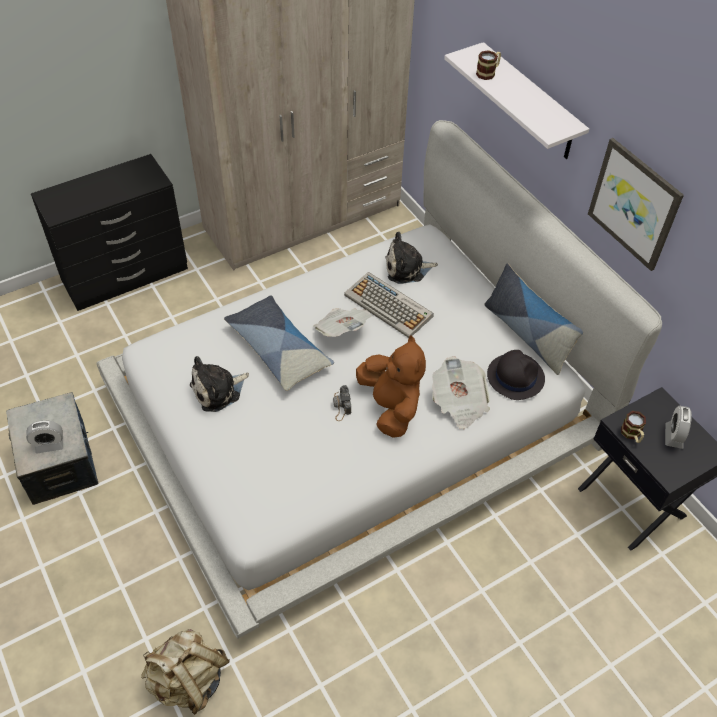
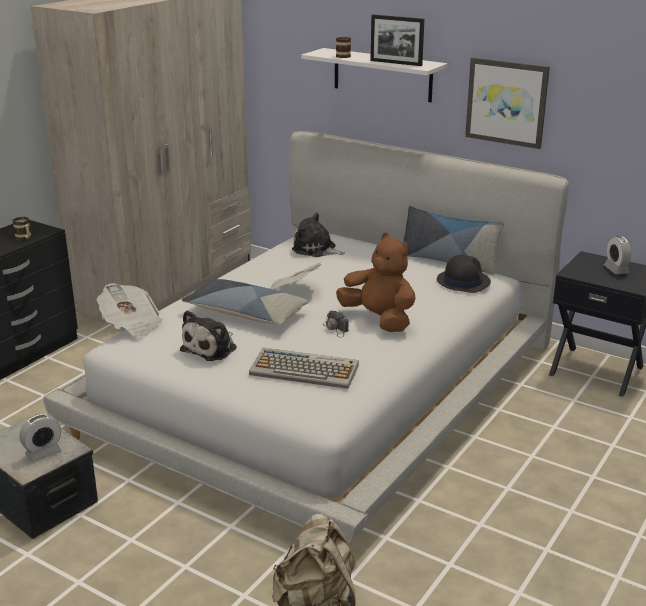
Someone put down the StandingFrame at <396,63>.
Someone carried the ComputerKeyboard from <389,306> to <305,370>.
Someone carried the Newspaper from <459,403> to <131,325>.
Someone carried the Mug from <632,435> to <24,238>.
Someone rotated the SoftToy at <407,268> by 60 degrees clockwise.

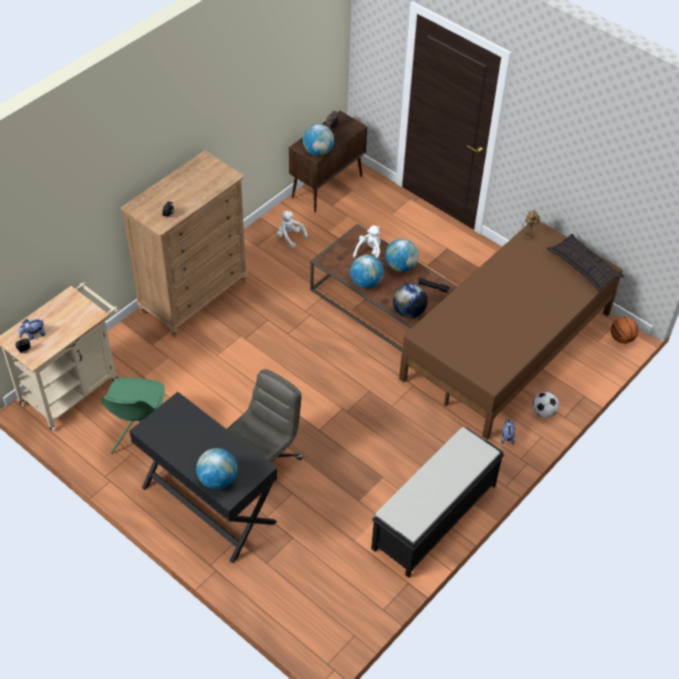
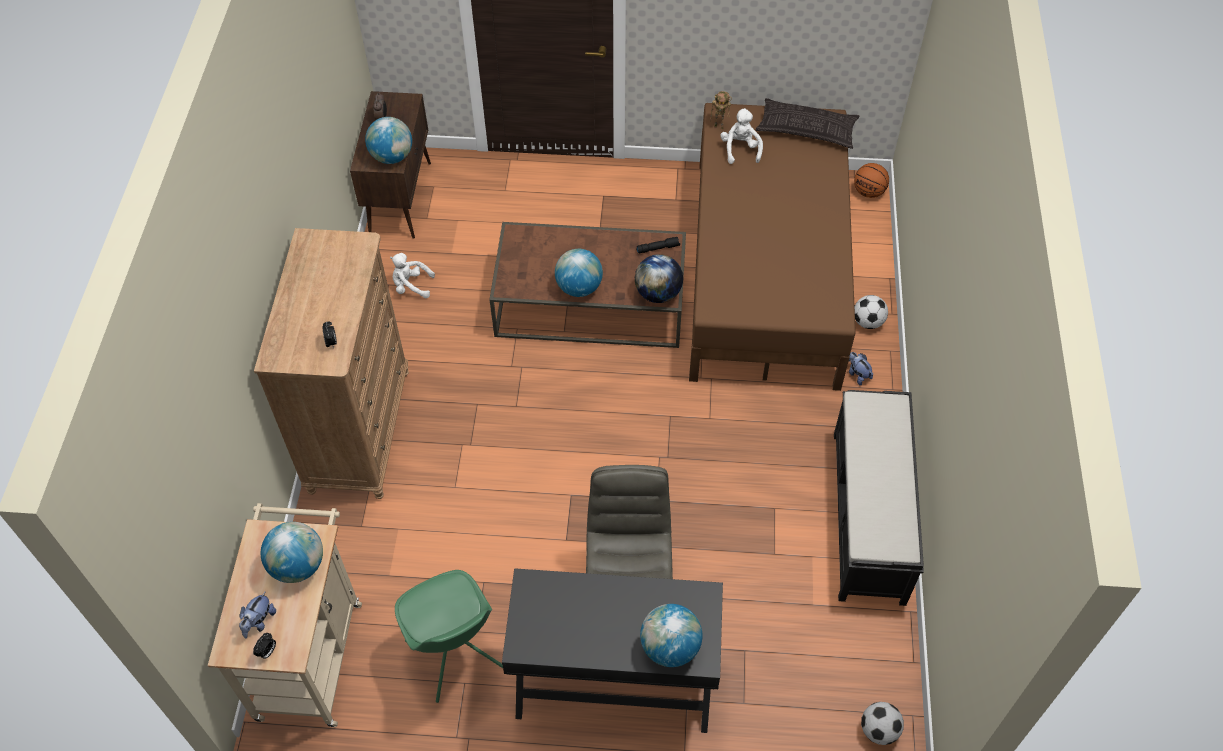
Someone put down the FootballBall at <878,730>.
Someone carried the WhitishSoftToy from <369,253> to <740,149>.
Someone carried the DeskGlobe from <400,267> to <298,565>.

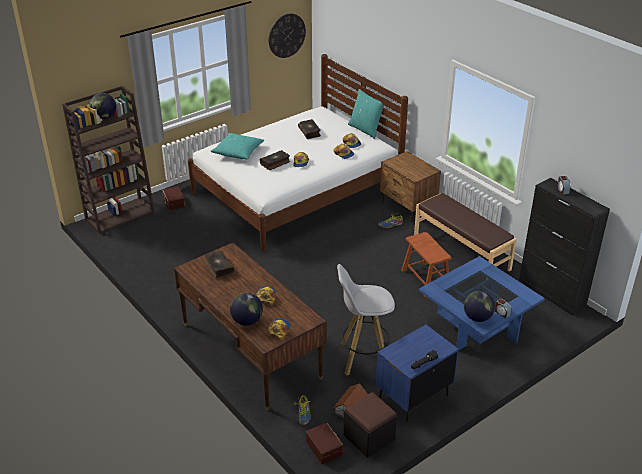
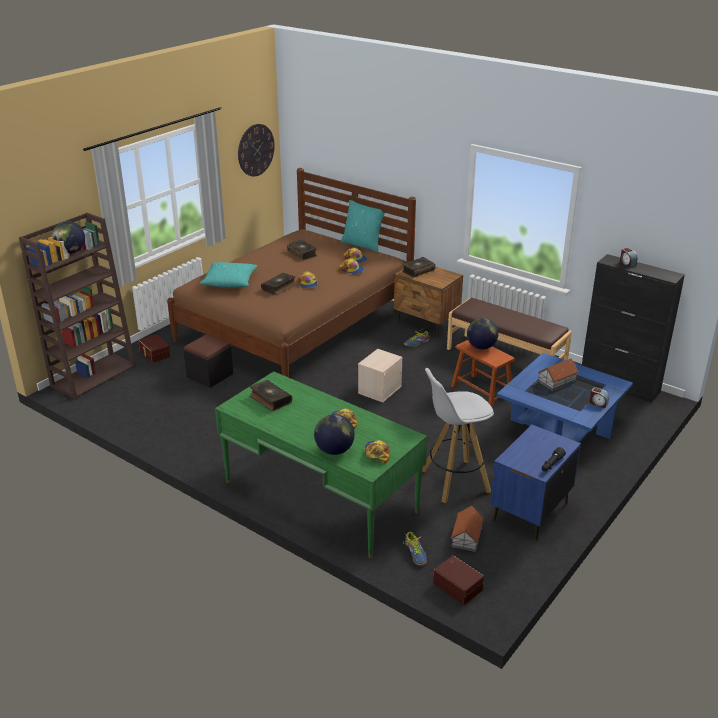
Someone put down the BeigeStorageContainer at <379,389>.
Someone put down the Volume at <418,271>.
Someone put down the ModelHouse at <557,381>.
Someone carried the BlackOttoman from <369,437> to <210,375>.
Someone carried the DeskGlobe from <477,317> to <481,347>.
Someone repainted the BrownishDeskUnit at <250,351>, which became the GreenDeskUnit at <320,496>.
Someone repainted the WhitishBed at <296,192>, which became the BrownishBed at <295,325>.

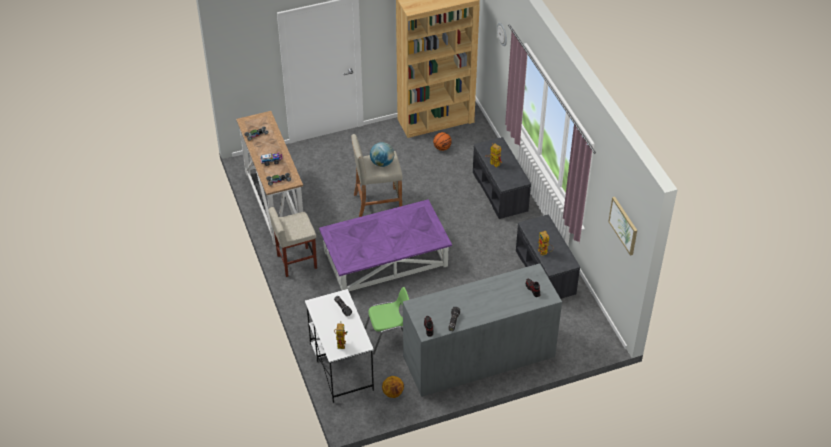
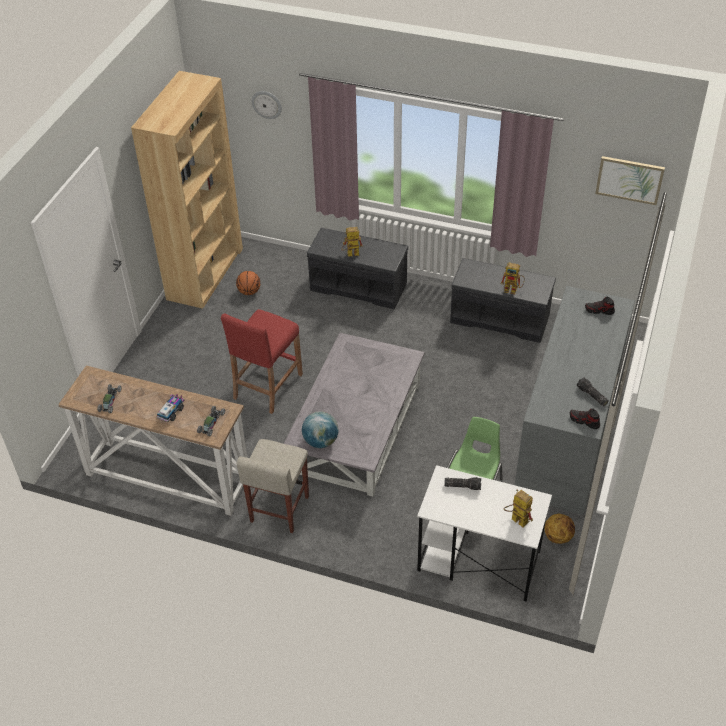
Someone carried the DeskGlobe from <382,163> to <321,441>.
Someone repainted the PurplishLowTable at <386,258>, which became the GrayLowTable at <356,427>.
Someone repainted the BeigeStool at <377,202>, which became the RedColouredStool at <267,386>.

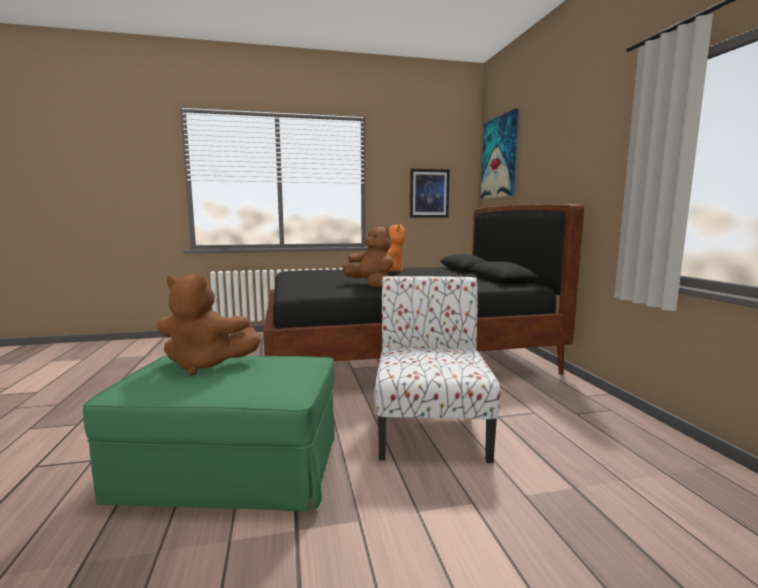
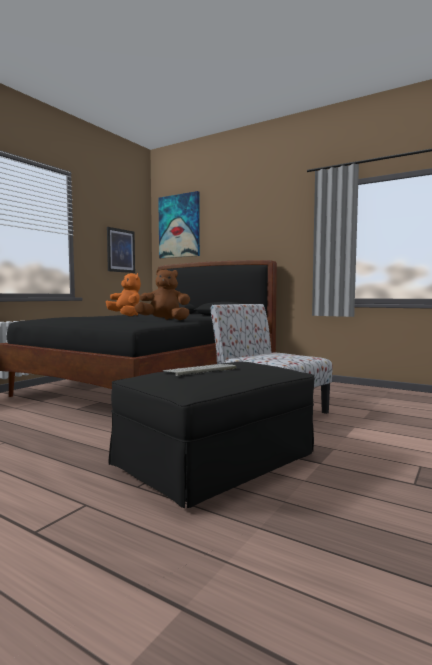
Someone swapped the BrownishSoftToy at <205,365> for the ComputerKeyboard at <199,370>.
Someone repainted the GreenOttoman at <231,469>, which became the BlackOttoman at <217,462>.

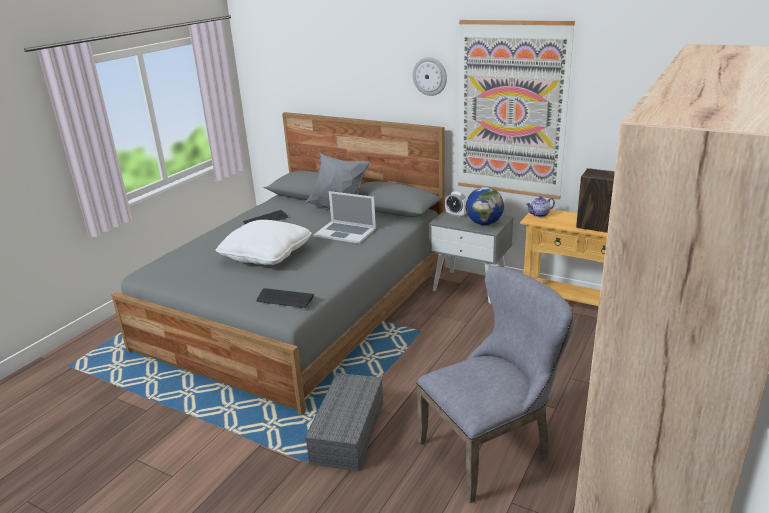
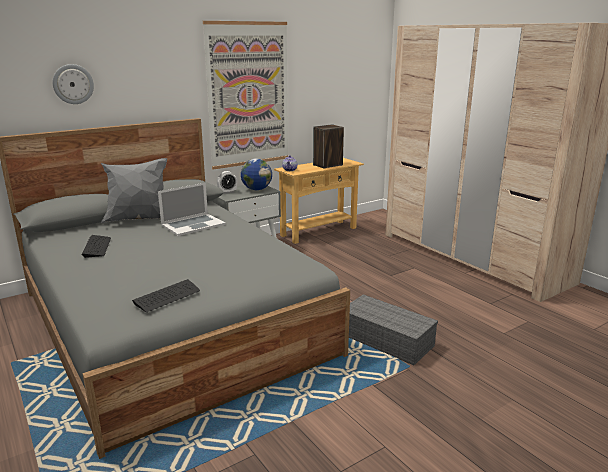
Someone took away the WhitishThrowPillow at <266,255>.
Someone took away the GrayChair at <491,448>.
Someone carried the ComputerKeyboard from <284,299> to <167,297>.
Someone carried the HangingClock from <430,76> to <73,84>.

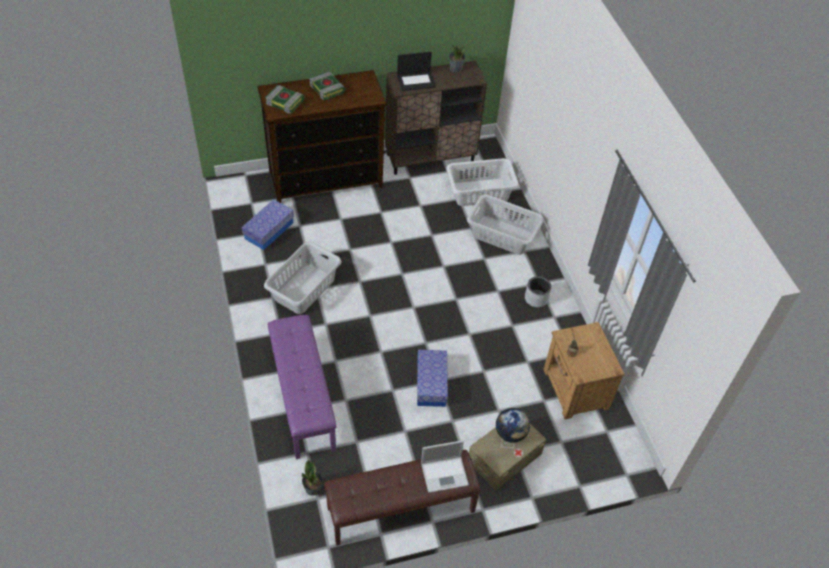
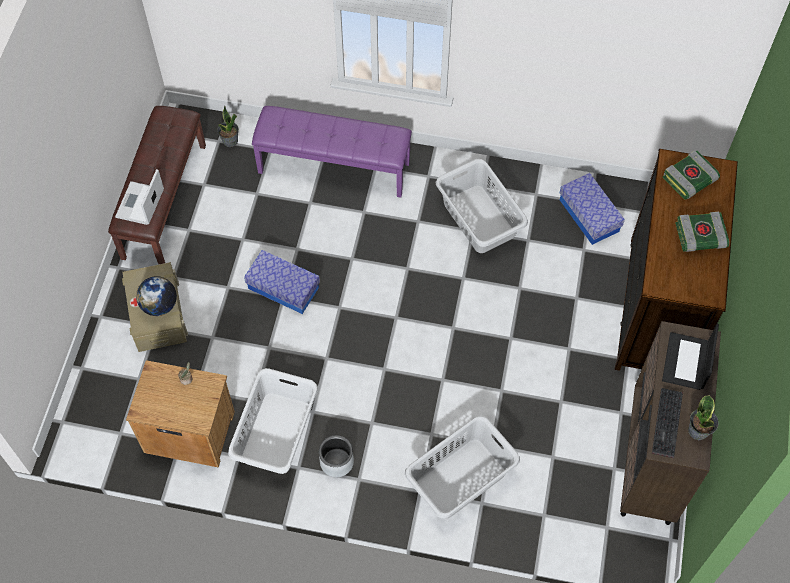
Someone put down the ComputerKeyboard at <668,424>.
Someone carried the WhitishLaundryBasket from <480,193> to <275,433>.

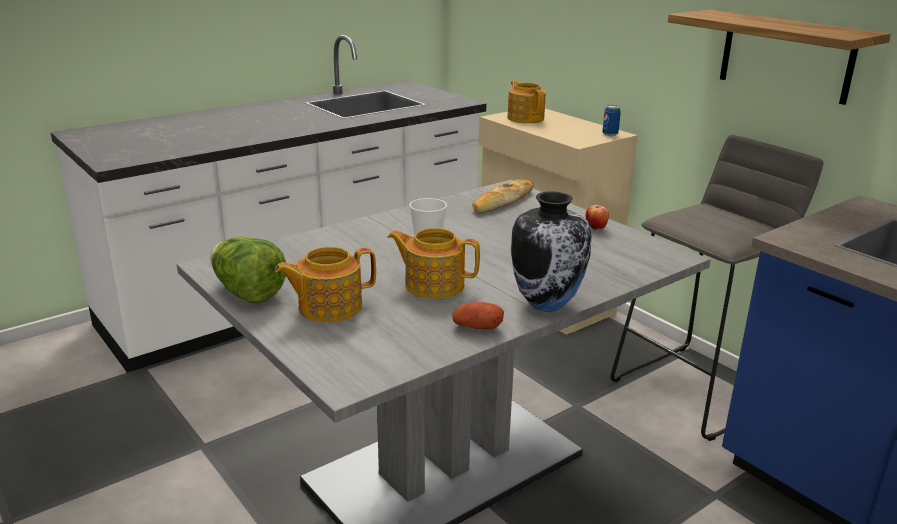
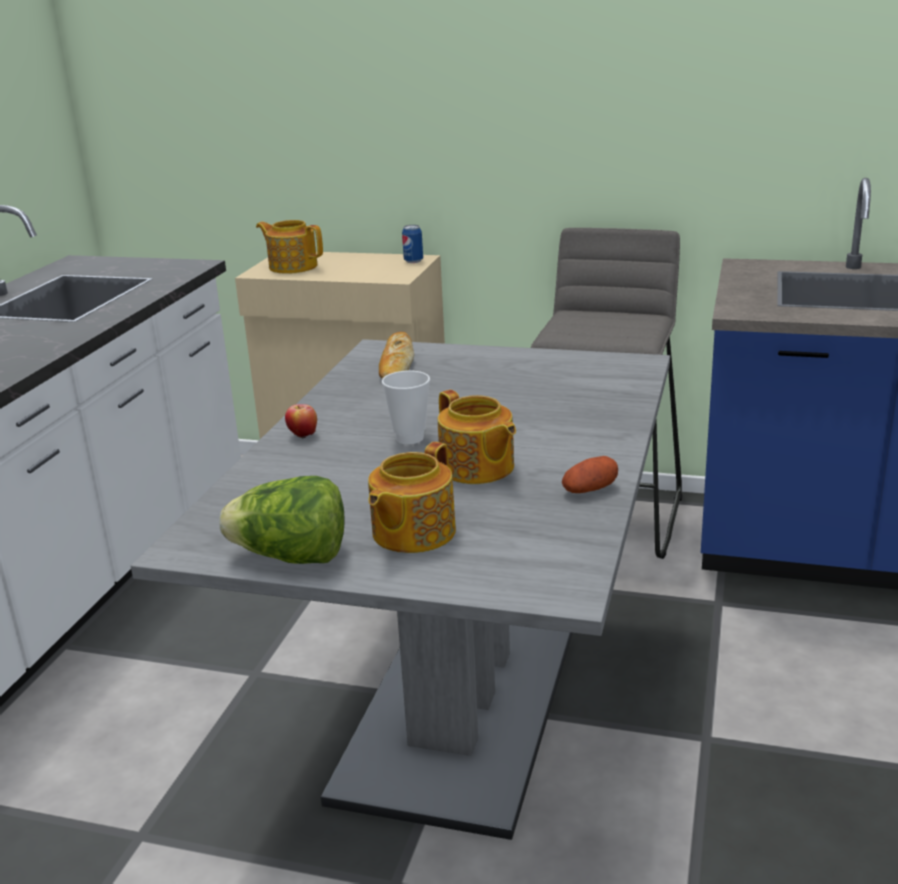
Someone took away the DecorativeVase at <547,304>.
Someone took away the WallShelf at <786,56>.
Someone carried the WholeApple from <595,228> to <303,436>.
Someone rotated the TeaPot at <433,284> by 105 degrees counterclockwise.

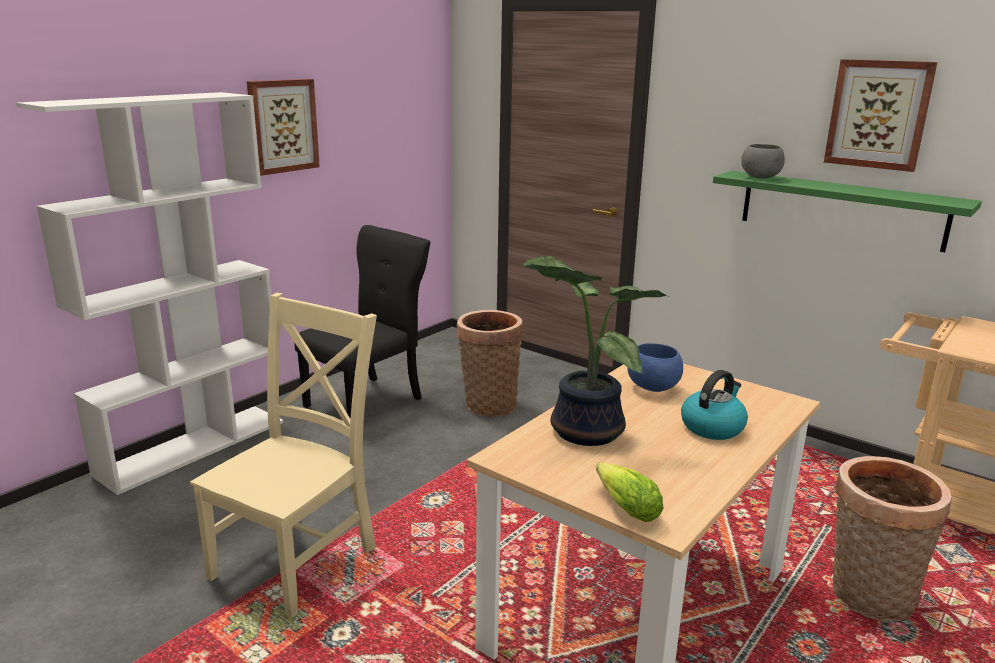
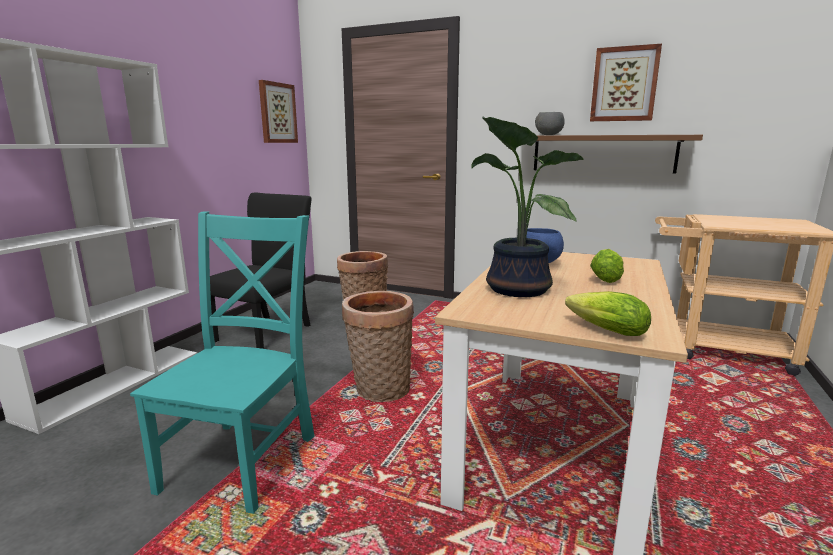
Someone carried the WallPicture from <282,126> to <277,113>.
Someone carried the StorageBasket from <867,597> to <379,390>.
Someone swapped the WaterKettle at <712,427> for the LettuceHead at <607,278>.
Someone repainted the BeigeChair at <299,559>, which became the TurquoiseChair at <244,459>.
Someone repainted the GreenWallShelf at <841,209>, which became the BrownishWallShelf at <603,153>.

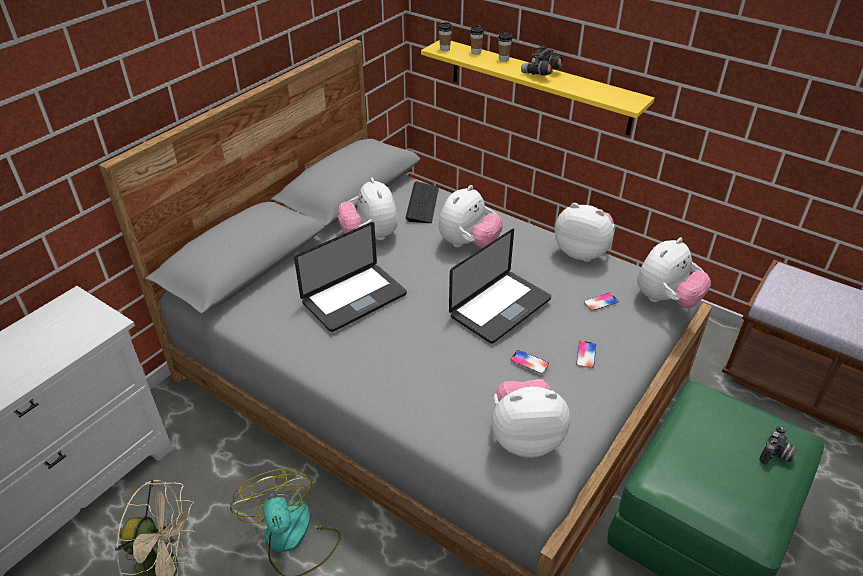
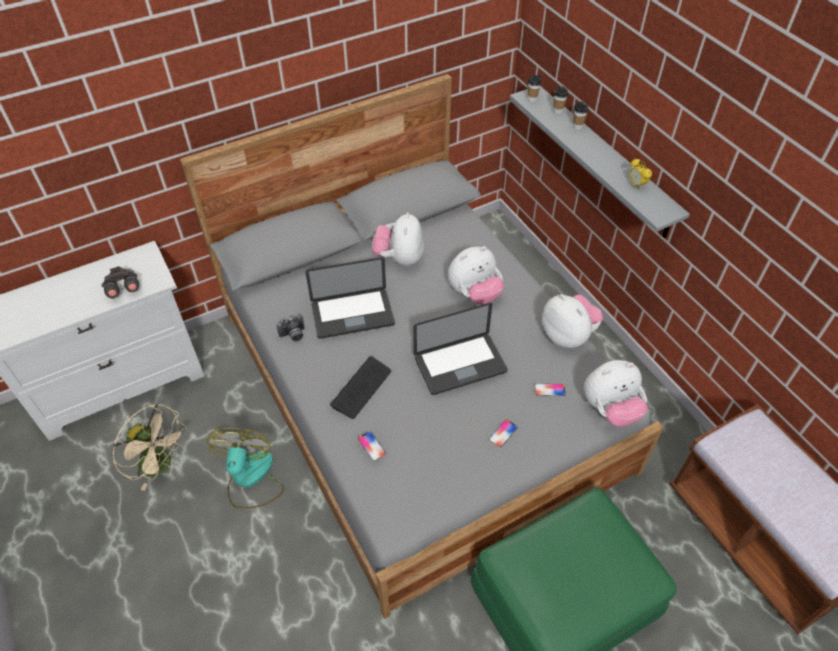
Someone took away the SoftToy at <525,437>.
Someone put down the TableClock at <636,185>.
Someone carried the ComputerKeyboard from <422,204> to <361,388>.
Someone carried the Handset from <529,362> to <371,446>.
Someone carried the GrayPairOfBinoculars from <541,74> to <123,289>.
Someone carried the PhotoCamera from <776,455> to <293,335>.
Someone repainted the YellowWallShelf at <538,86>, which became the GrayWallShelf at <603,161>.

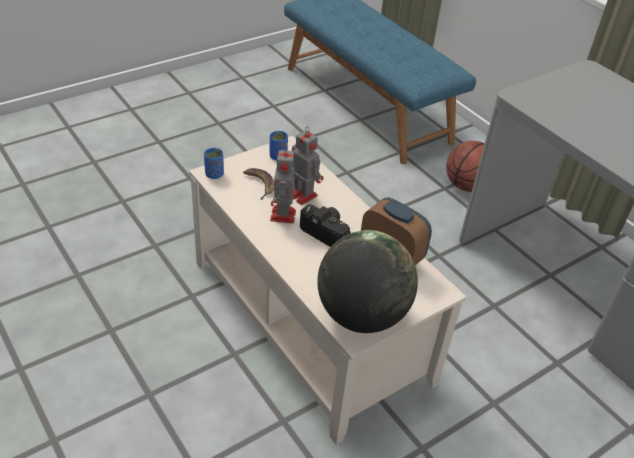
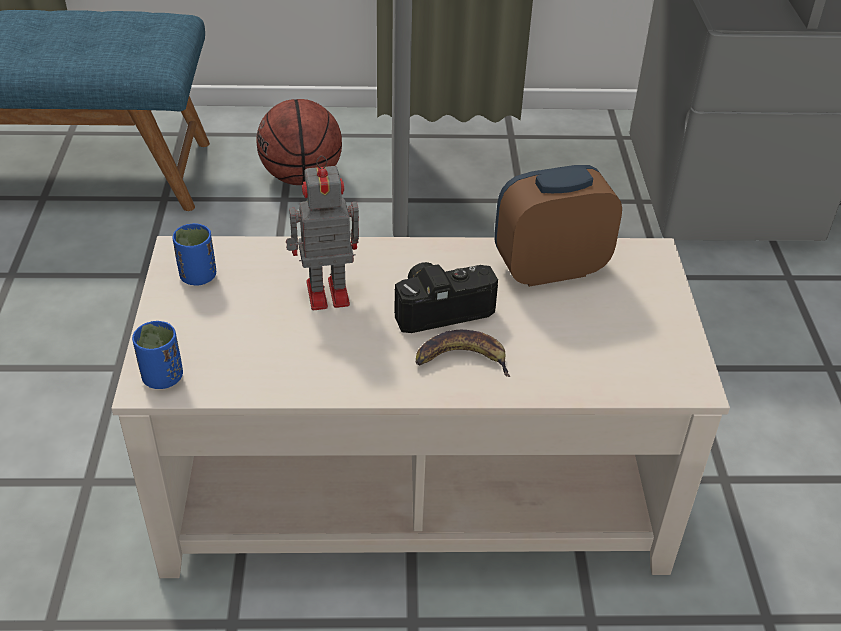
Someone took away the RobotFigure at <283,216>.
Someone took away the DeskGlobe at <362,315>.
Someone carried the Banana from <259,184> to <461,359>.

